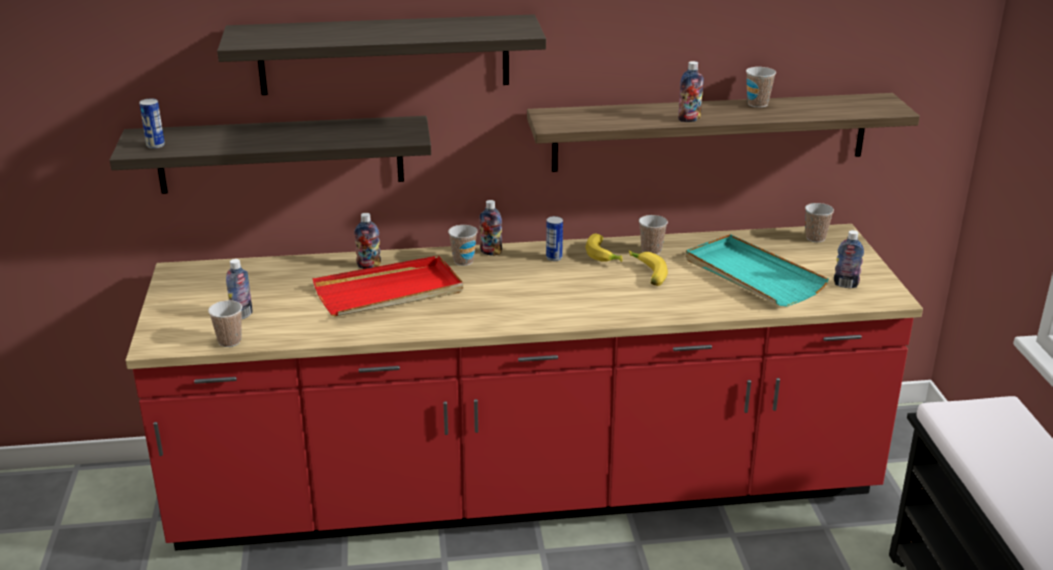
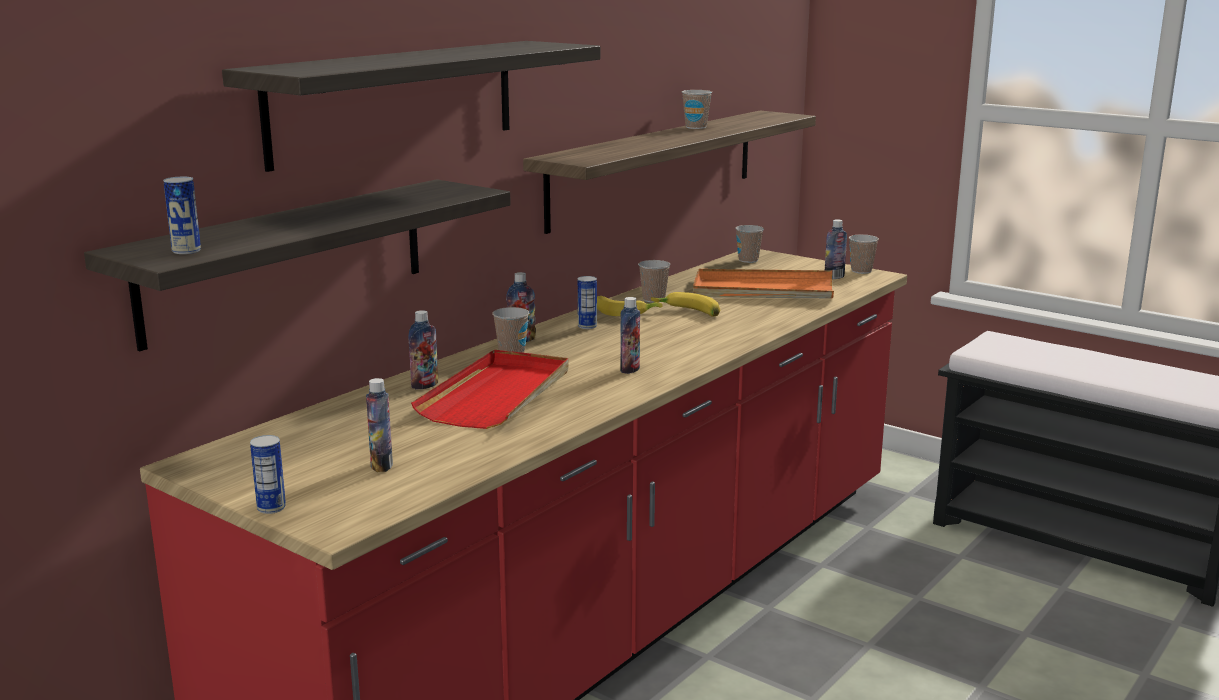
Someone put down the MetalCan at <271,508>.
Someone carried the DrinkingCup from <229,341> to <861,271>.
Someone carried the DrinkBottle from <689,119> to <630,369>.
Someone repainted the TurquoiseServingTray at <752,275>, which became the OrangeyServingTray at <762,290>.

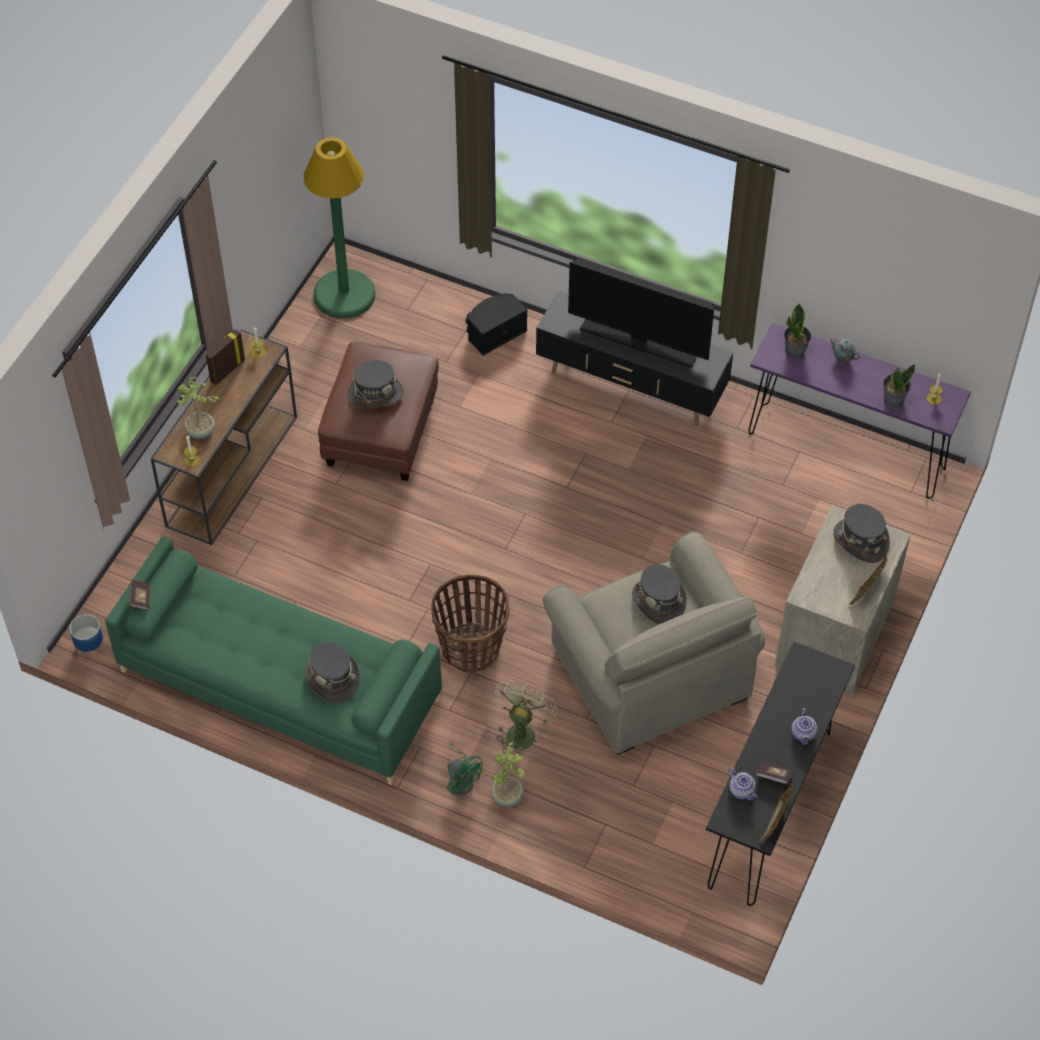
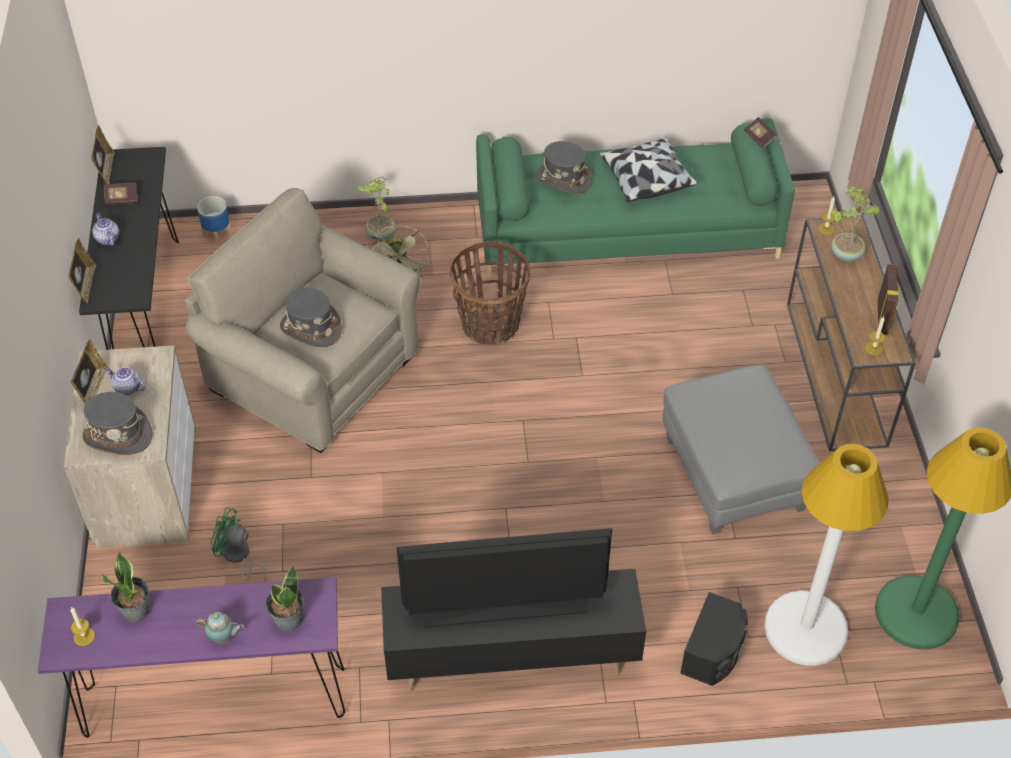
Someone took away the GrayClothingHat at <375,394>.
Someone put down the StandingFrame at <86,285>.
Someone put down the ThrowPillow at <645,179>.
Someone put down the WhitishStandardLamp at <806,629>.
Someone carried the Planter from <90,648> to <218,234>.
Someone carried the GreenCoolingFan from <462,779> to <238,557>.
Someone carried the TeaPot from <742,791> to <127,388>.
Someone repainted the BrownishOttoman at <381,433>, which became the GrayOttoman at <734,475>.

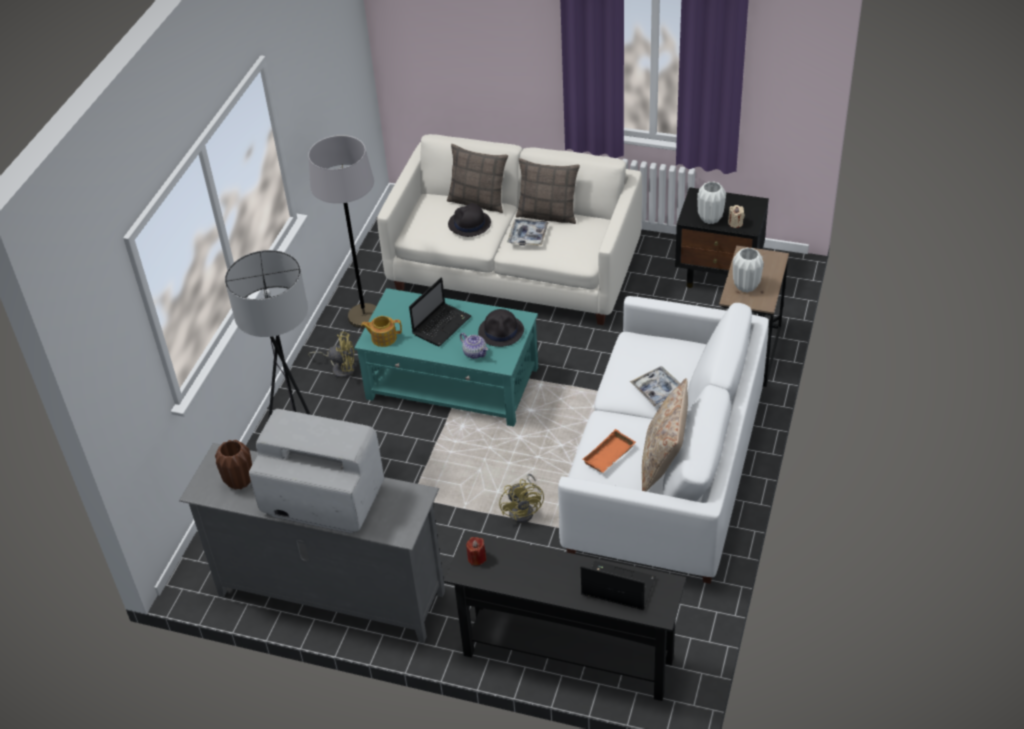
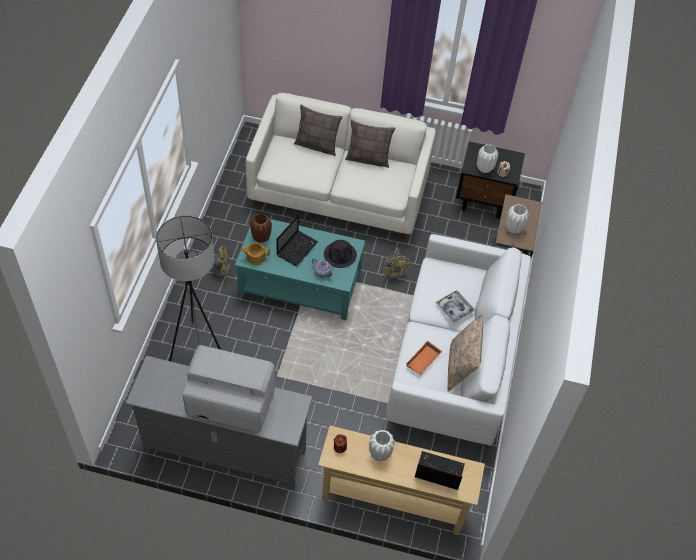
Someone took away the GrayStandardLamp at <364,317>.
Someone took away the BlackClothingHat at <469,224>.
Someone took away the ServingTray at <528,236>.
Someone put down the WhitishDecorativeVase at <379,453>.
Someone carried the BrownishDecorativeVase from <239,481> to <261,237>.
Someone carried the YellowCoolingFan from <525,510> to <395,271>.
Someone repainted the BlackNarrowTable at <567,657>, which became the BeigeNarrowTable at <393,502>.

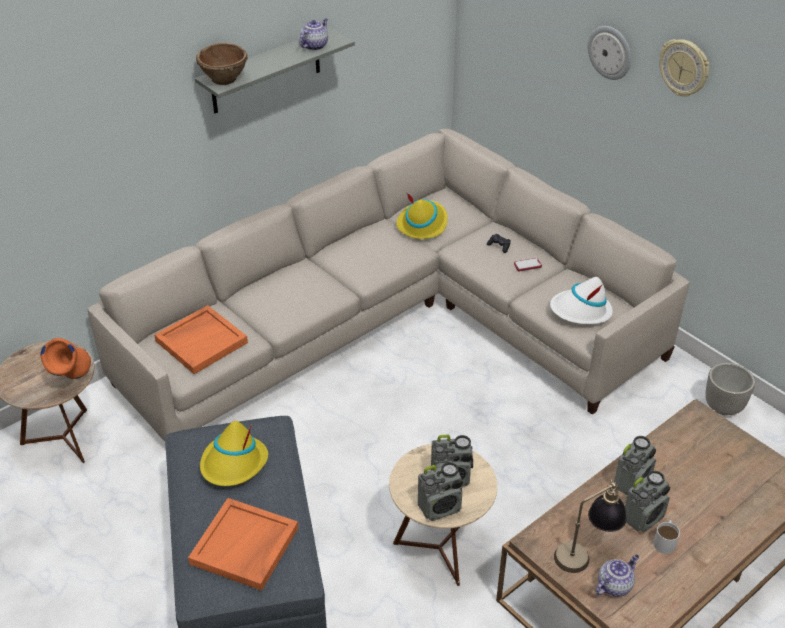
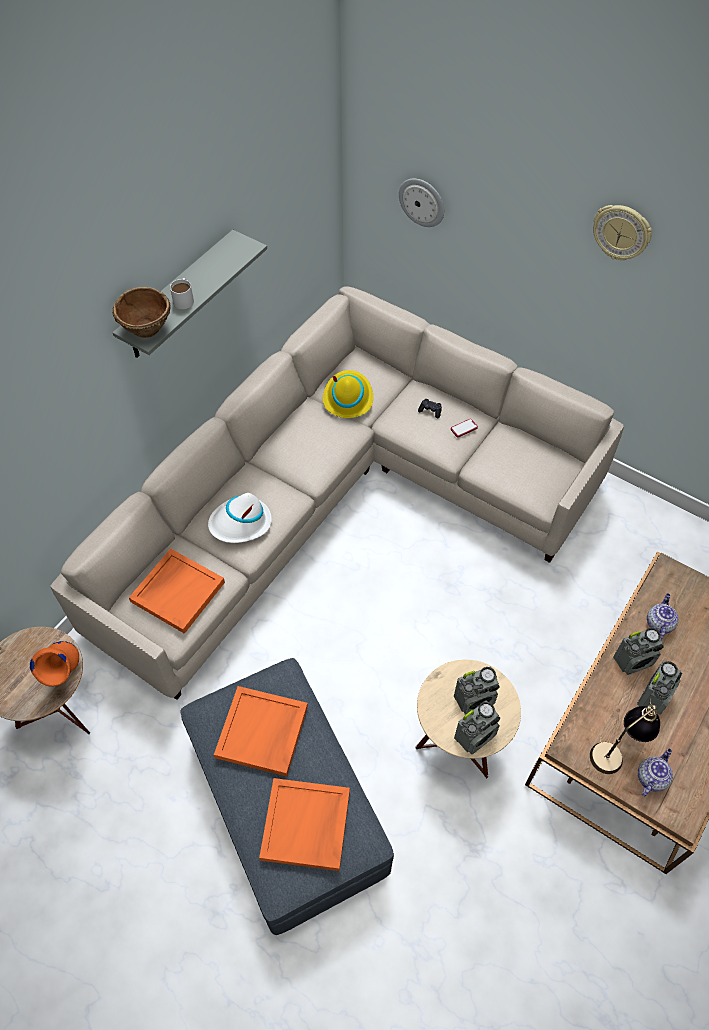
Someone took away the Planter at <724,407>.
Someone carried the TeaPot from <314,45> to <658,623>.
Someone carried the WhitishClothingHat from <580,311> to <240,523>.
Someone carried the HangingClock from <610,52> to <422,202>.
Someone carried the WhitishMug from <665,541> to <184,299>.
Someone swapped the YellowClothingHat at <234,464> for the OrangeyServingTray at <262,732>.
Someone rotated the Radio at <632,482> by 45 degrees clockwise.

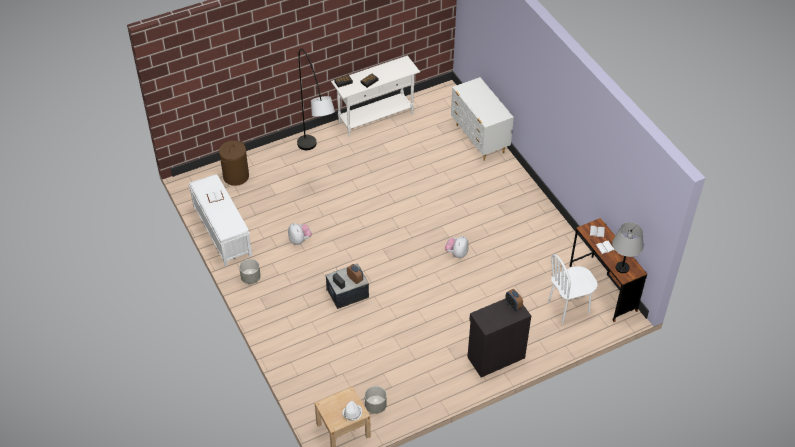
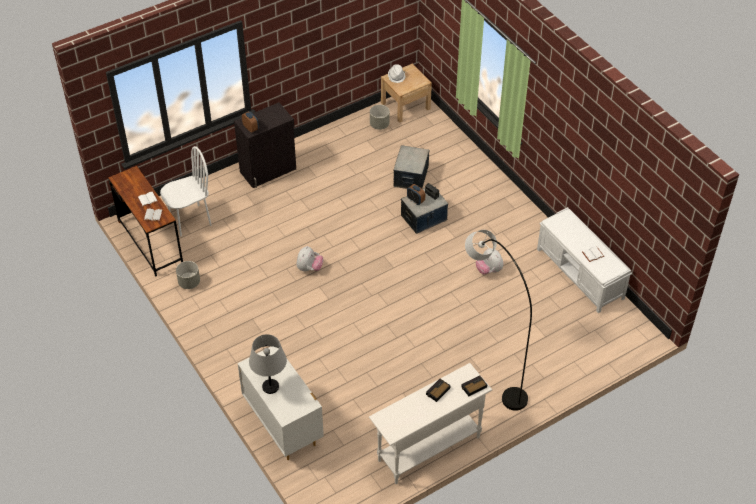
Someone took away the BrownishLaundryBasket at <236,176>.
Someone put down the StorageContainer at <410,177>.
Someone carried the GrayPlanter from <250,278> to <189,282>.
Someone carried the GrayTableLamp from <622,267> to <270,387>.

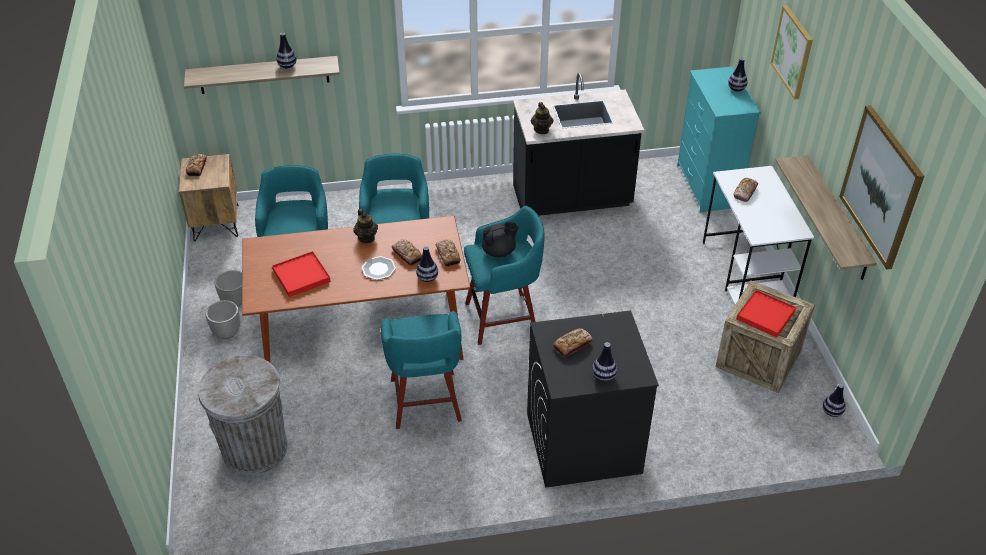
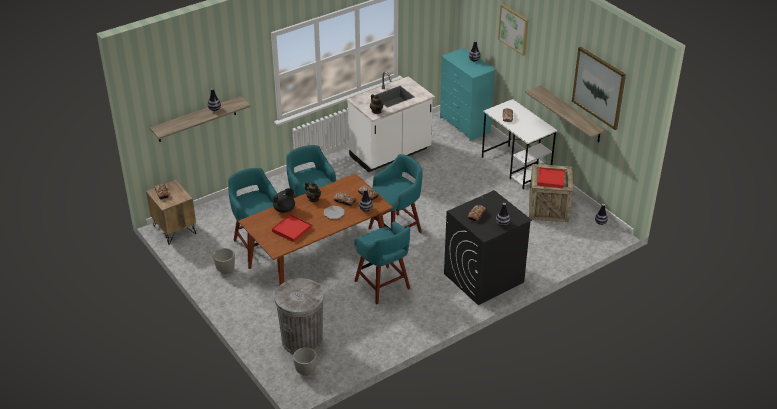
Someone carried the Planter from <226,333> to <305,371>.
Someone carried the BlackTeaPot from <499,252> to <284,209>.
Someone repainted the BlackCounter at <572,199>, which became the WhitishCounter at <390,154>.

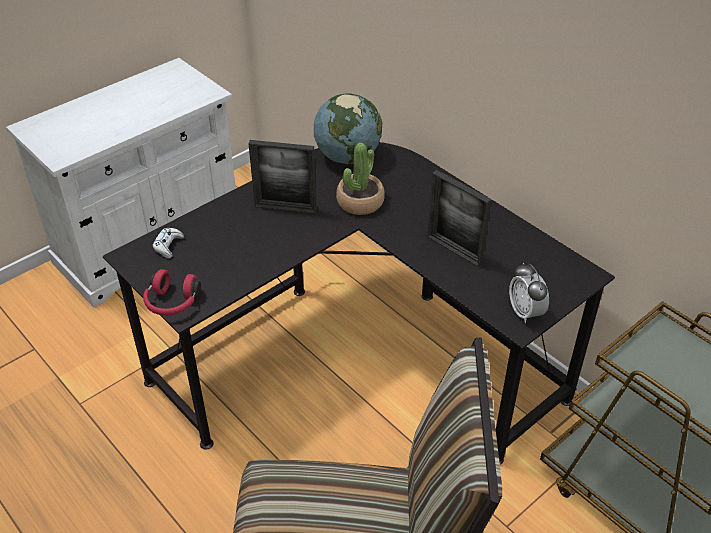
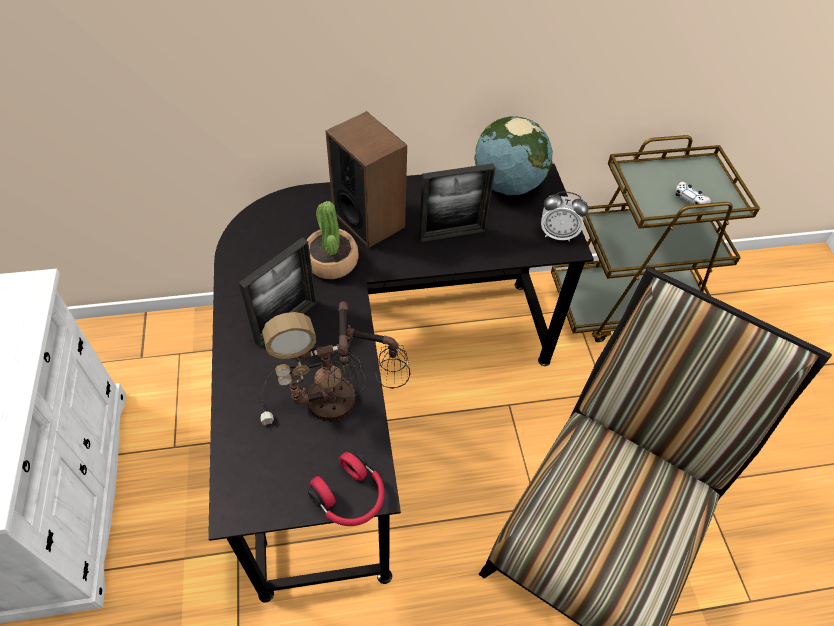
Someone put down the TableLamp at <334,401>.
Someone put down the Speaker at <369,220>.
Someone carried the WhitishJoypad from <168,246> to <690,198>.
Someone carried the DeskGlobe from <347,157> to <507,184>.

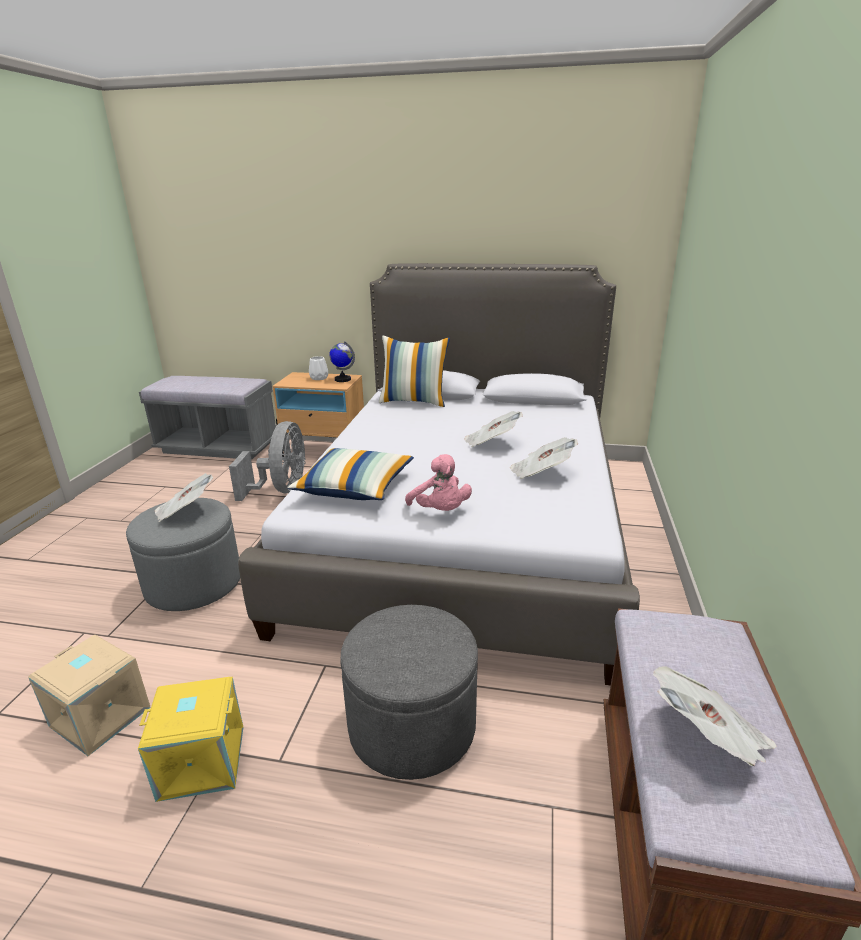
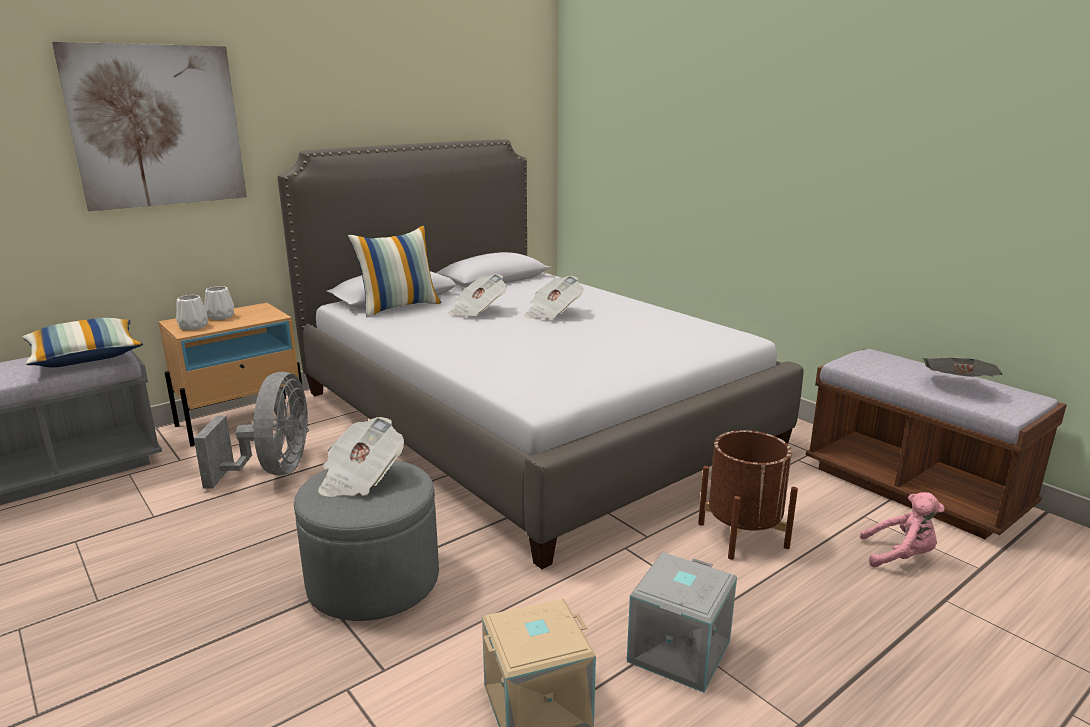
Someone took away the DeskGlobe at <342,379>.
Someone put up the WallPicture at <157,126>.
Someone put down the WhitishDecorativeVase at <194,326>.
Someone carried the ThrowPillow from <355,488> to <86,357>.
Someone carried the PinkishSoftToy from <440,511> to <900,556>.
Someone carried the Newspaper from <540,473> to <477,311>.
Someone swapped the GrayOttoman at <412,725> for the BrownishPlanter at <742,535>.
Someone repainted the YellowStorageContainer at <203,760>, which became the GrayStorageContainer at <677,650>.
Someone rotated the GrayCoolingFan at <282,490> by 45 degrees clockwise.

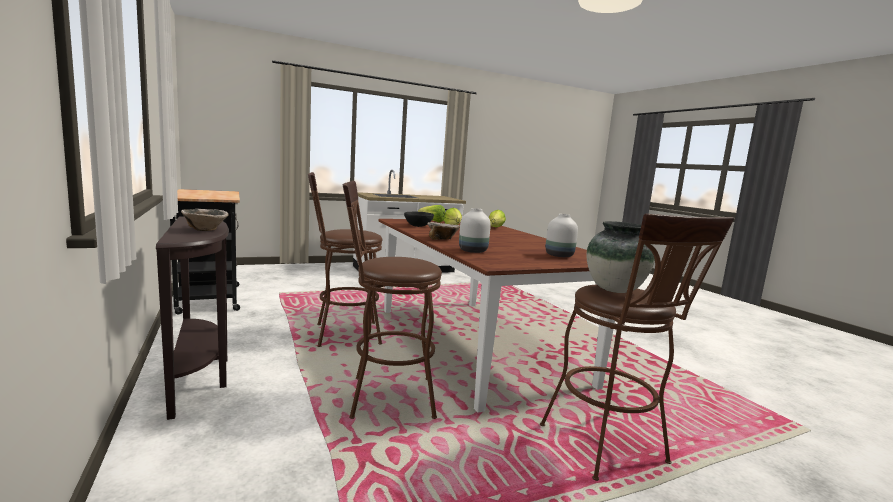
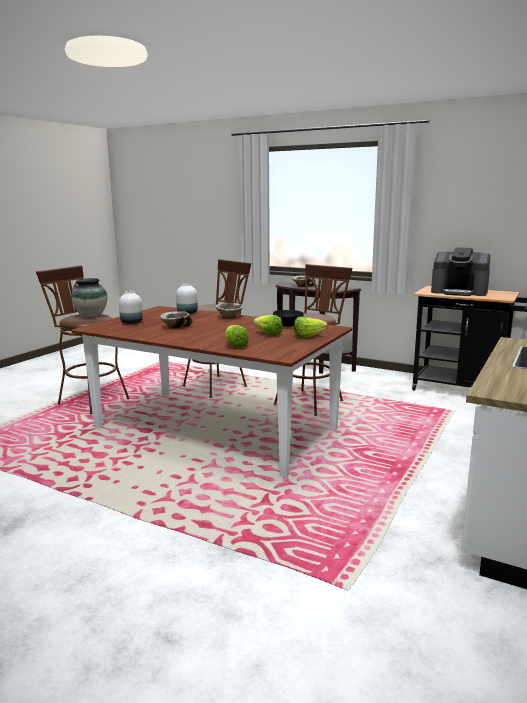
Someone put down the ServingBowl at <175,327>.
Someone put down the CoffeeBrewer at <459,292>.

